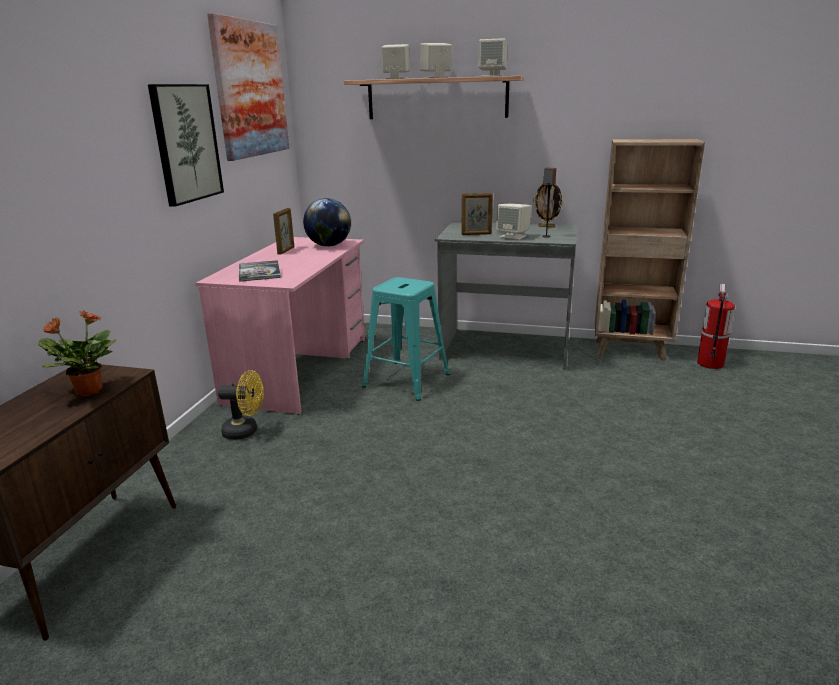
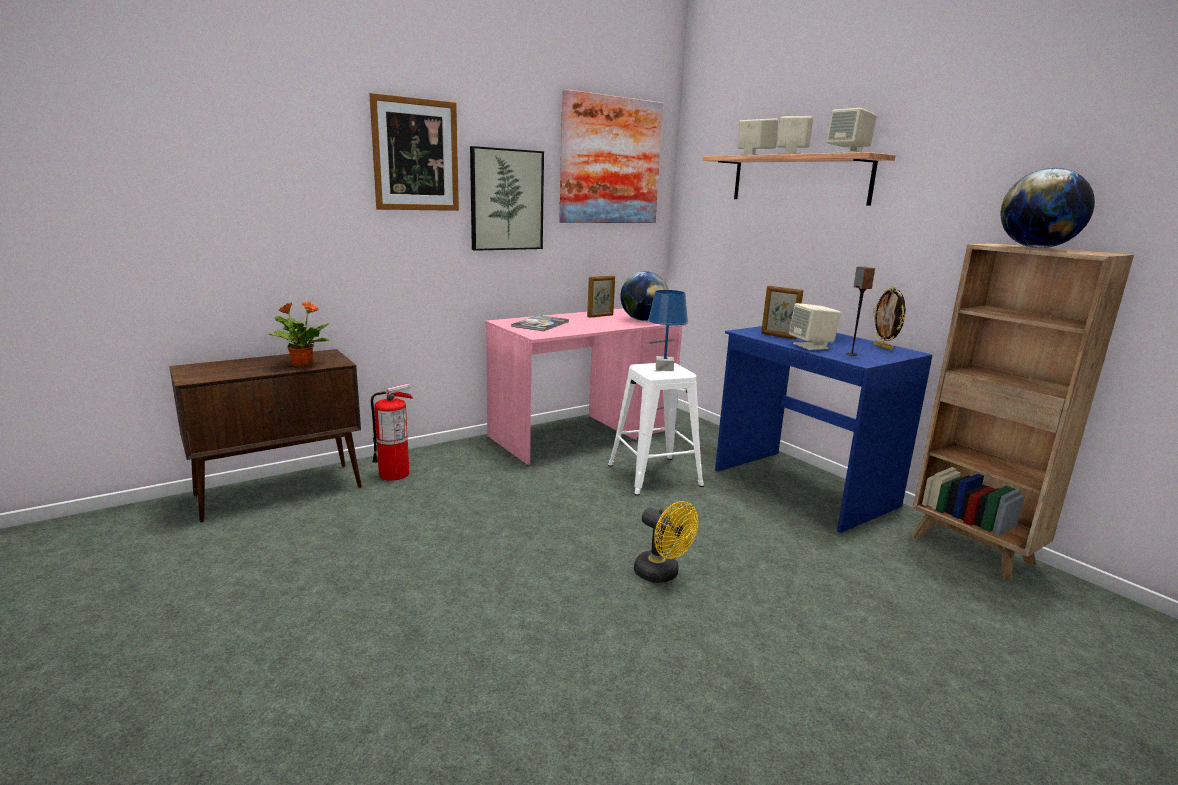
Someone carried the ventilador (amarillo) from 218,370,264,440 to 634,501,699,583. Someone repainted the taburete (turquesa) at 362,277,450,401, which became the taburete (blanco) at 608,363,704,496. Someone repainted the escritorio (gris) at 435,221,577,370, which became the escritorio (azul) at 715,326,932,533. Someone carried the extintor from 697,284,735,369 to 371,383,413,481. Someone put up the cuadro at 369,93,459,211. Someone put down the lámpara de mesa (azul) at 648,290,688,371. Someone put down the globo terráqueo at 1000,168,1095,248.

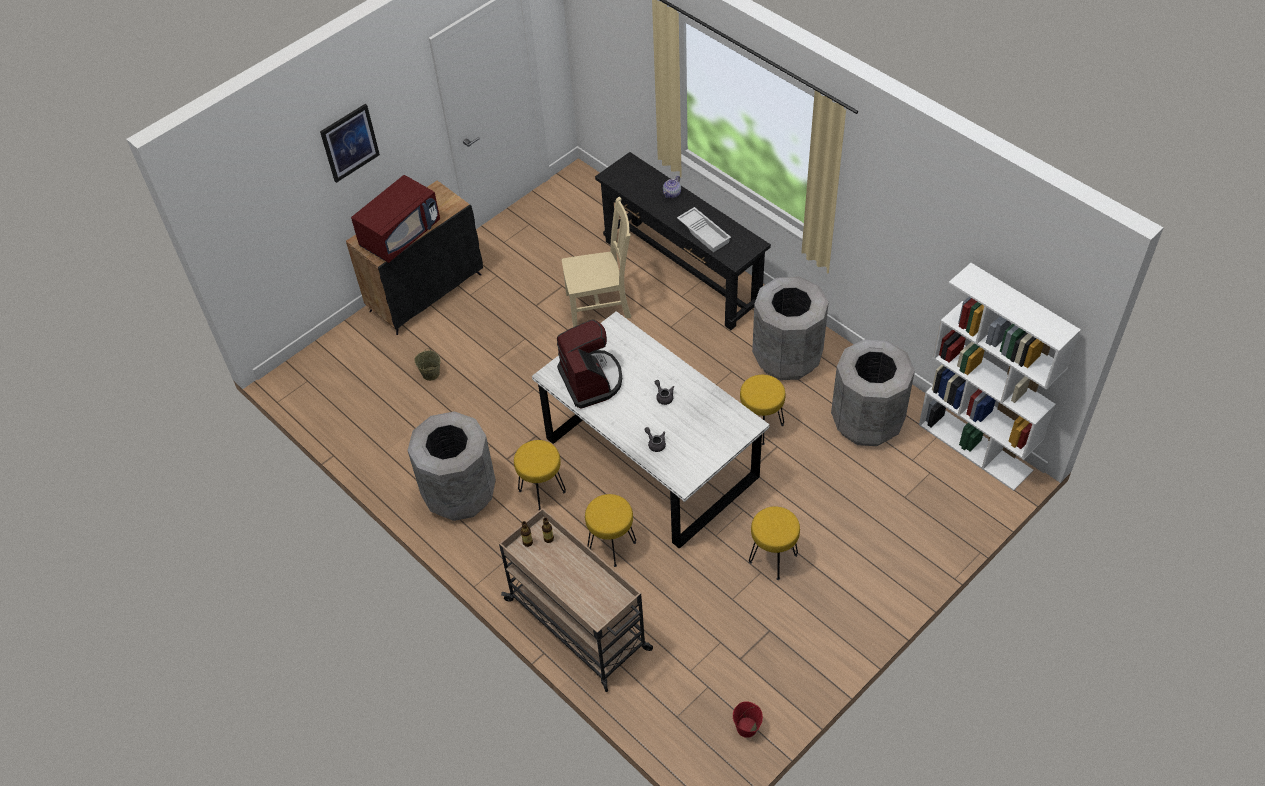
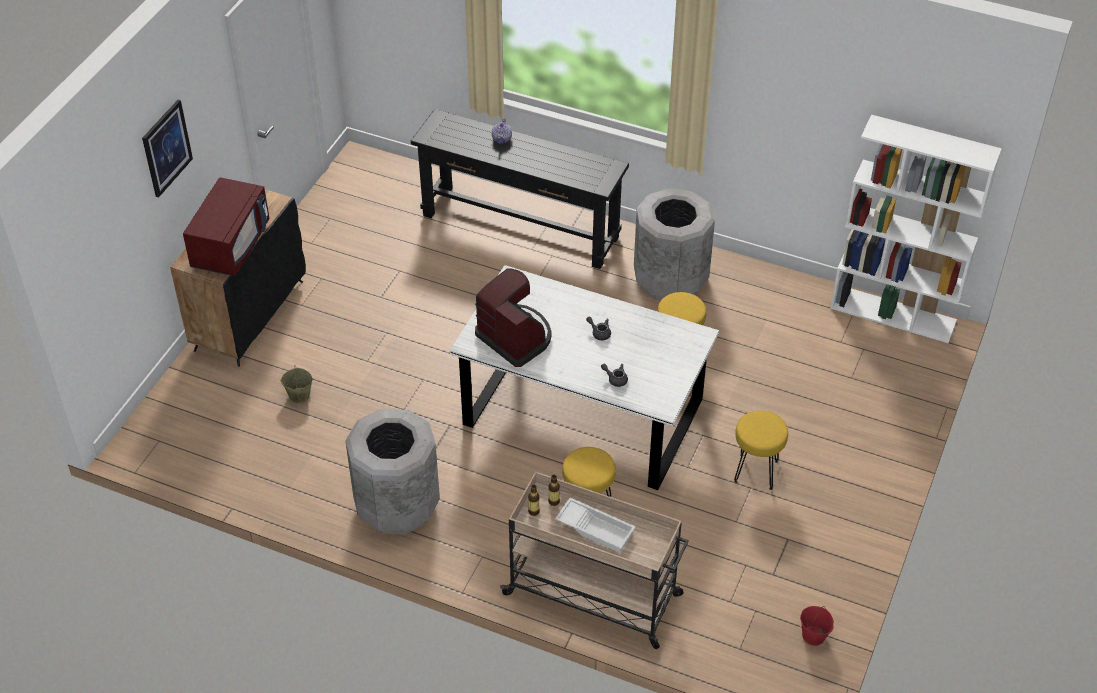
Someone took away the taburete (amarillo) at 514,440,566,511. Someone took away the silla (beis) at 562,197,631,327. Someone carried the bandeja (blanco) from 677,207,731,252 to 555,498,635,553. Someone took away the papelera (gris) at 831,340,915,446.

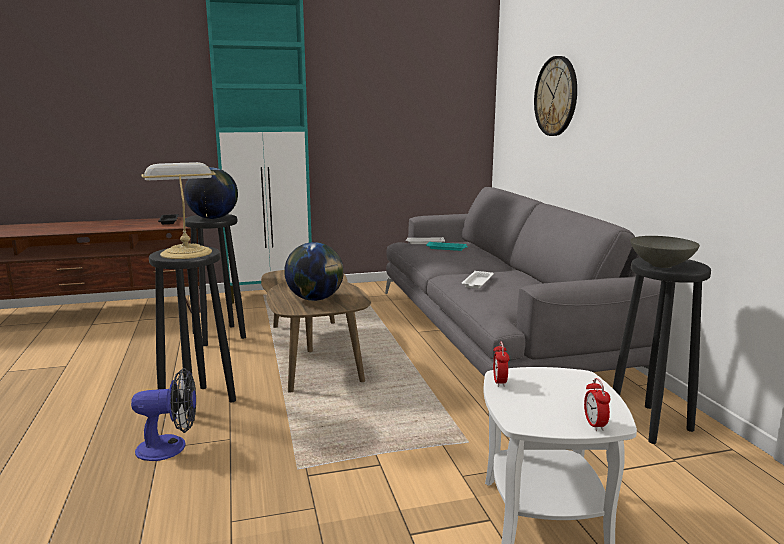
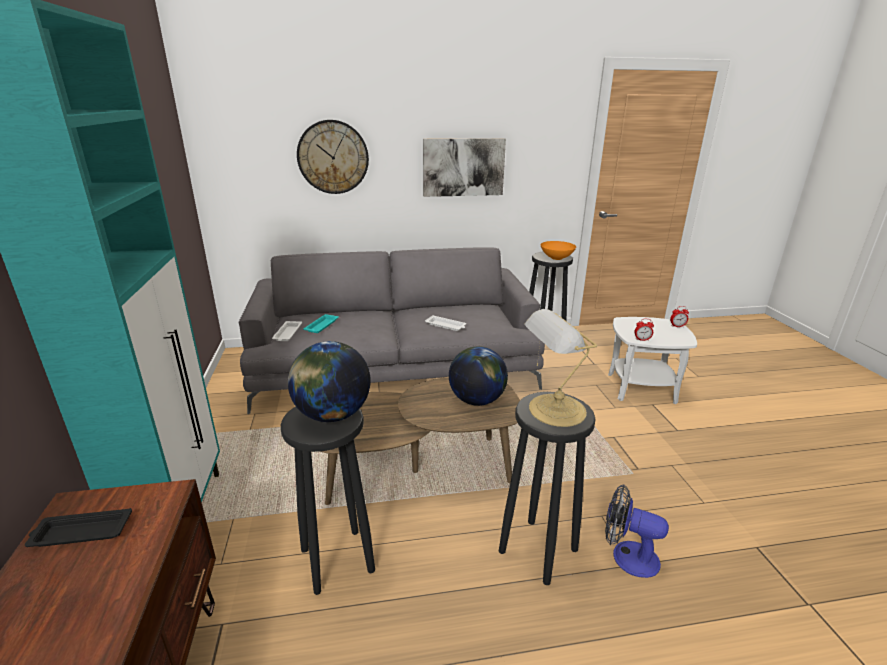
Someone rotated the ventilador at 131,368,196,461 by 60 degrees counterclockwise. Someone repainted the cuenco (gris) at 630,236,700,268, which became the cuenco (naranja) at 541,241,576,260. Someone put up the cuadro at 423,138,506,197.

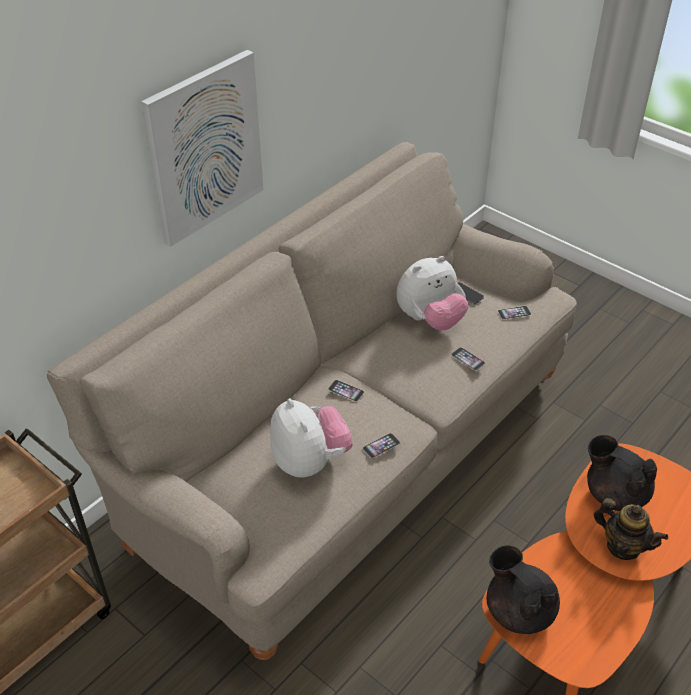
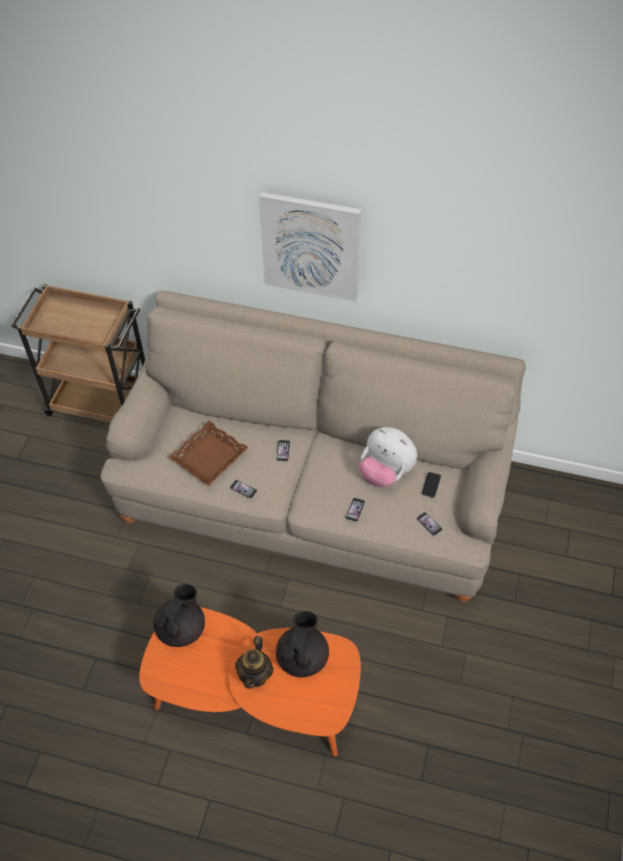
Someone swapped the peluche at 270,398,353,478 for the bandeja (marrón) at 169,421,249,486.

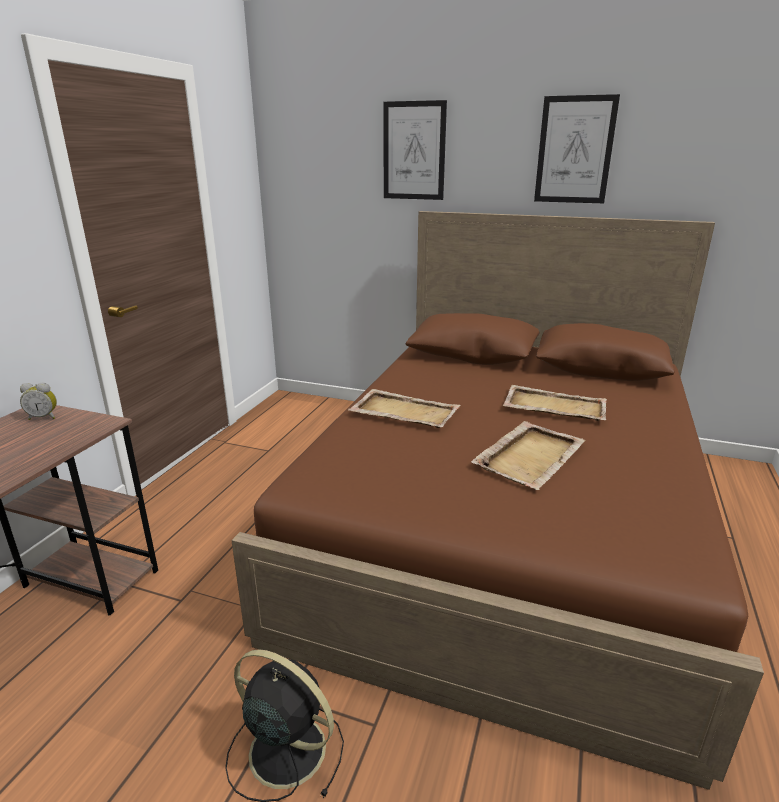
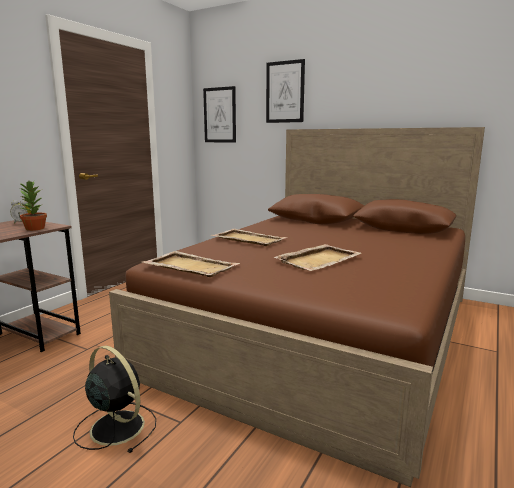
Someone carried the bandeja (beis) from 503,385,607,421 to 143,251,240,277. Someone carried the cuadro from 534,94,620,203 to 203,86,236,142. Someone put down the planta en maceta at 18,181,47,231.

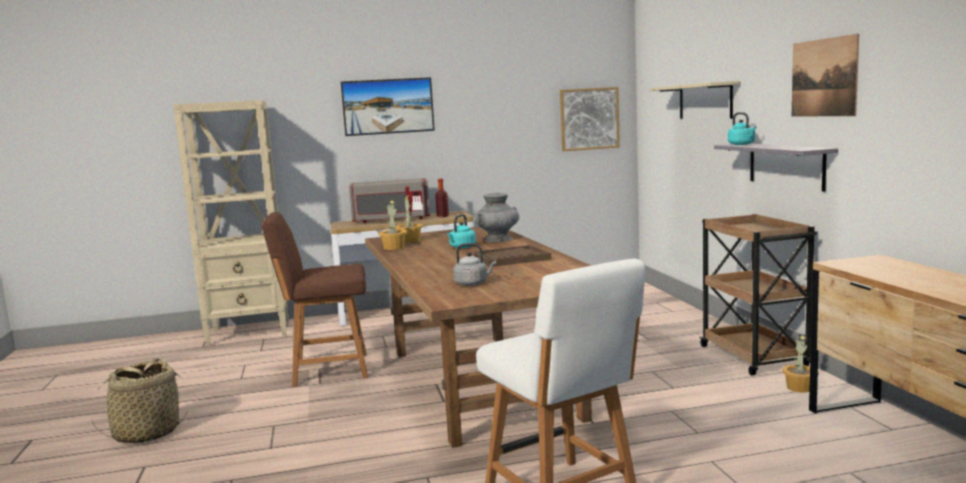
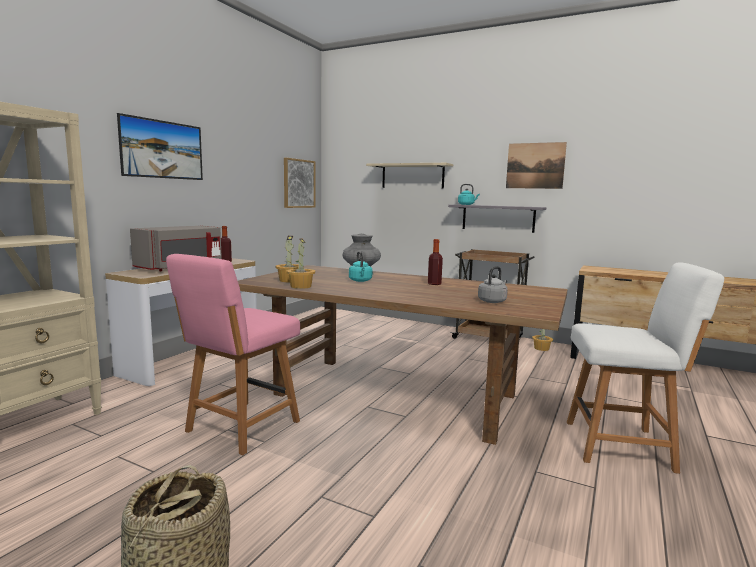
Someone repainted the silla (marrón) at 262,212,368,387, which became the silla (rosa) at 166,254,300,455. Someone swapped the bandeja (marrón) at 473,245,551,267 for the botella at 428,239,443,285.

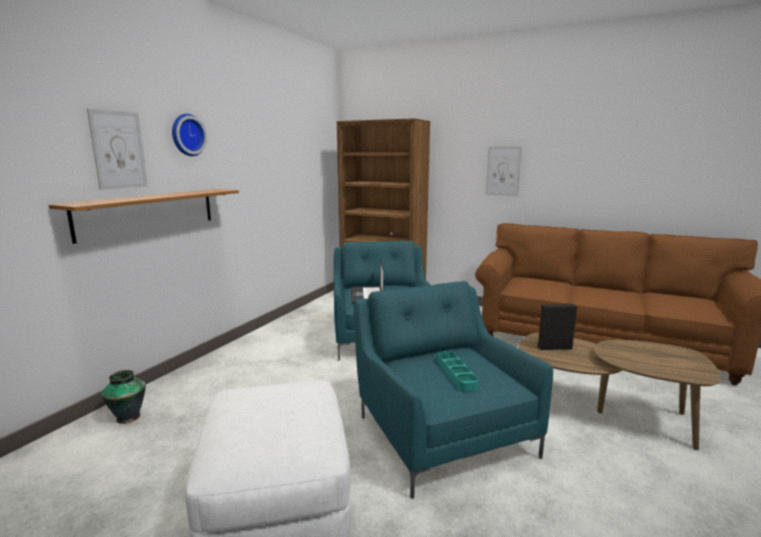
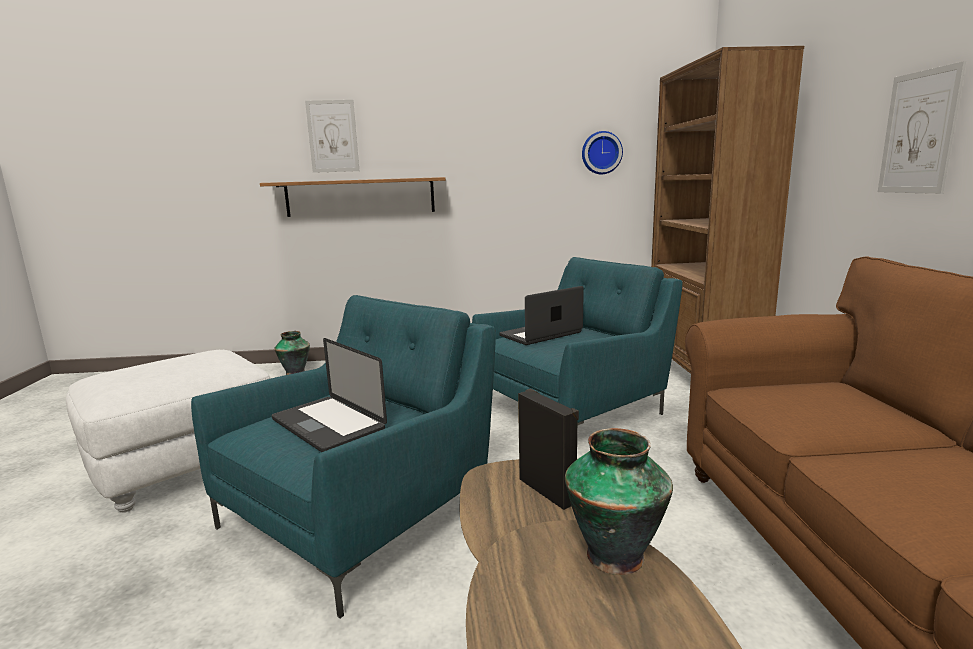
Someone carried the reloj de pared from 172,114,207,156 to 582,131,623,174. Someone swapped the bandeja (turquesa) at 437,351,479,392 for the portátil at 272,338,387,452. Someone put down the florero at 565,428,673,575.

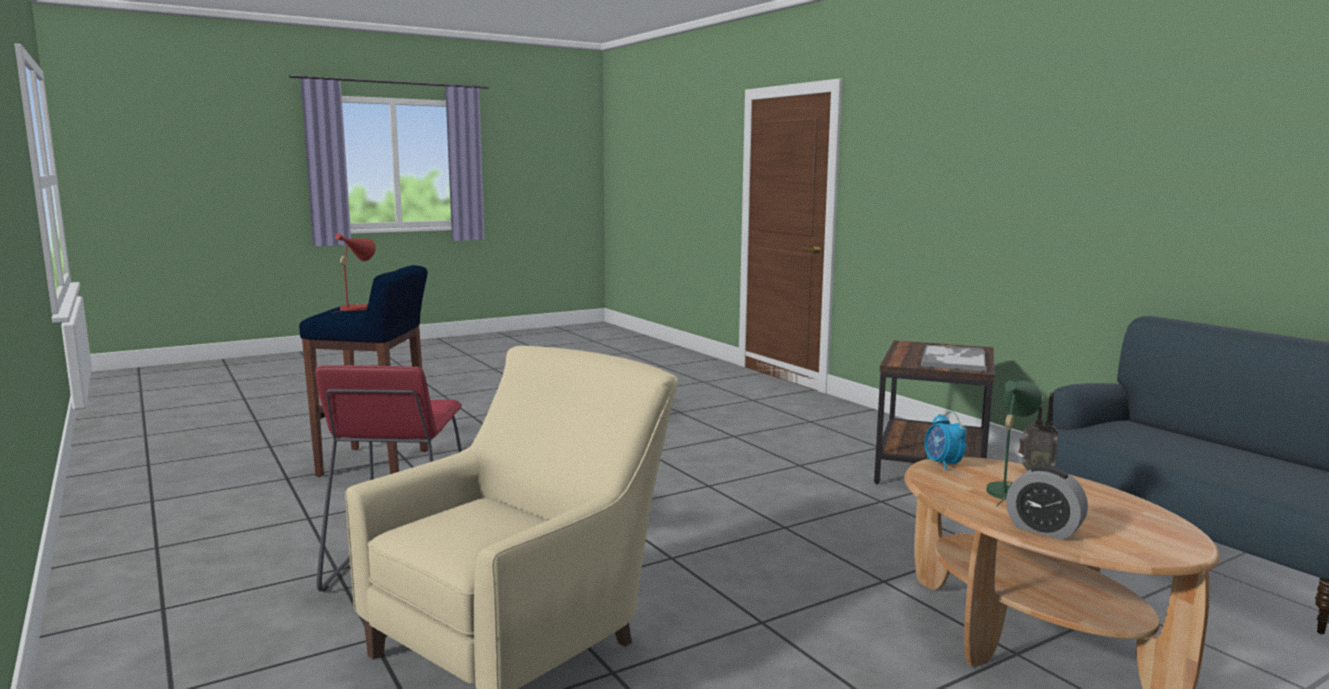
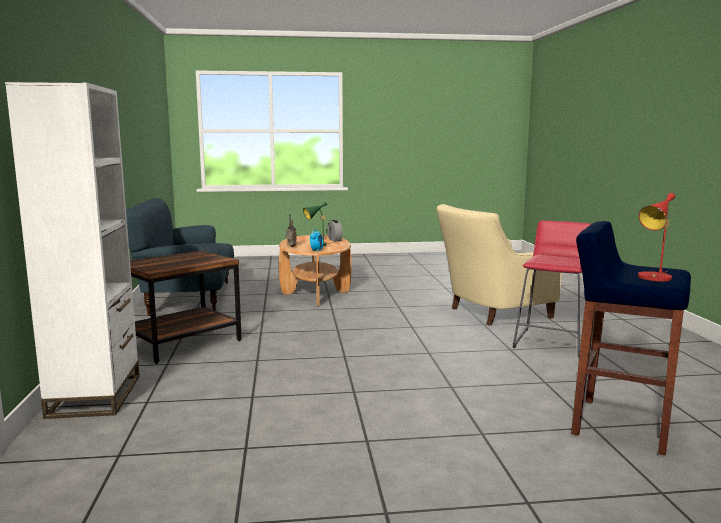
Someone took away the bandeja at 921,345,987,372. Someone put down the estantería (blanco) at 5,82,140,419.

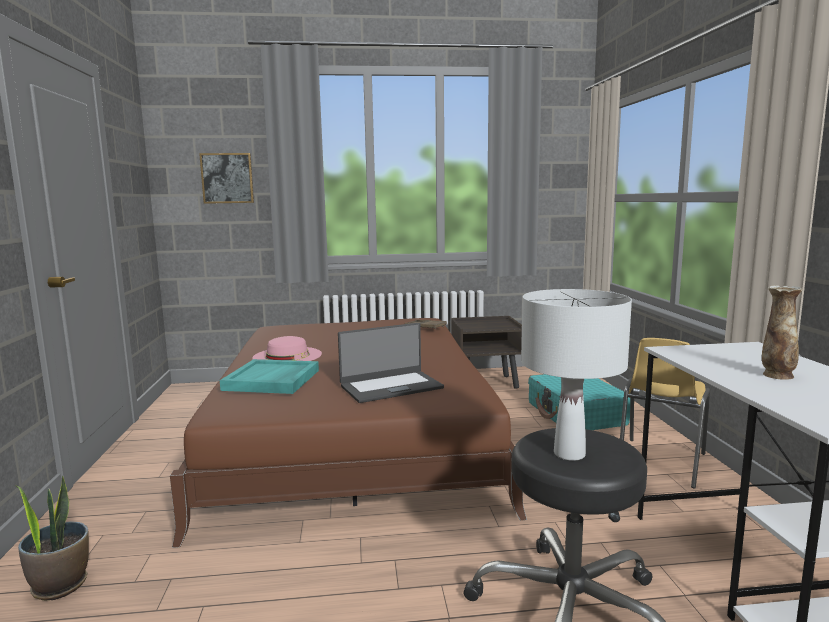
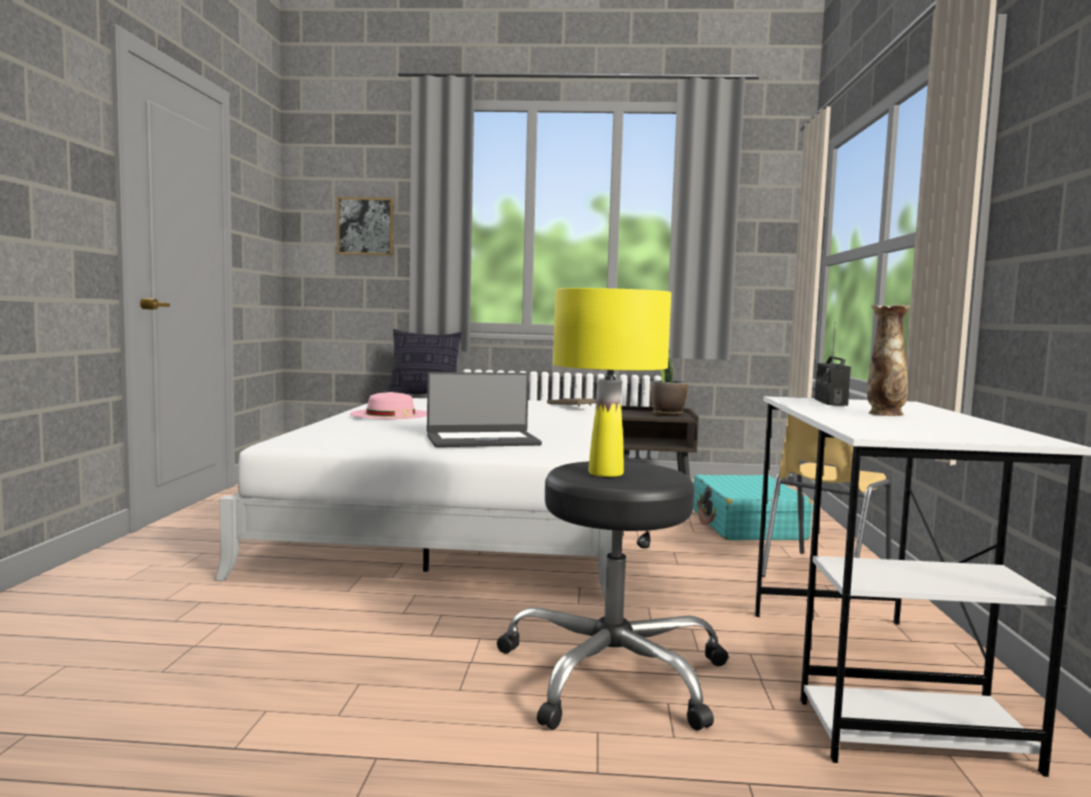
Someone carried the planta en maceta from 16,476,89,601 to 650,349,688,416. Someone repainted the cama (marrón) at 170,318,527,548, which became the cama (blanco) at 215,398,612,596. Someone took away the bandeja (turquesa) at 220,359,319,394. Someone repainted the lámpara de mesa (blanco) at 521,289,632,461, which became the lámpara de mesa (amarillo) at 553,288,671,477. Someone put down the cojín at 387,329,462,394. Someone put down the radio at 814,322,851,406.

